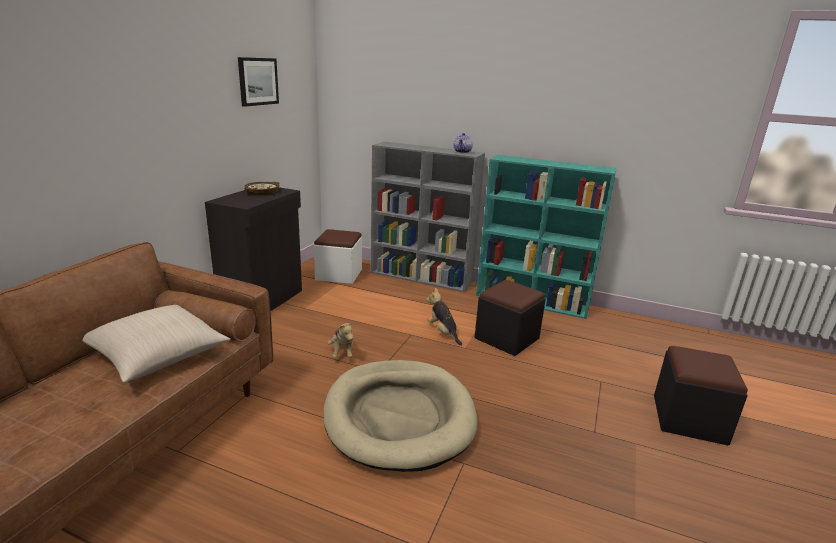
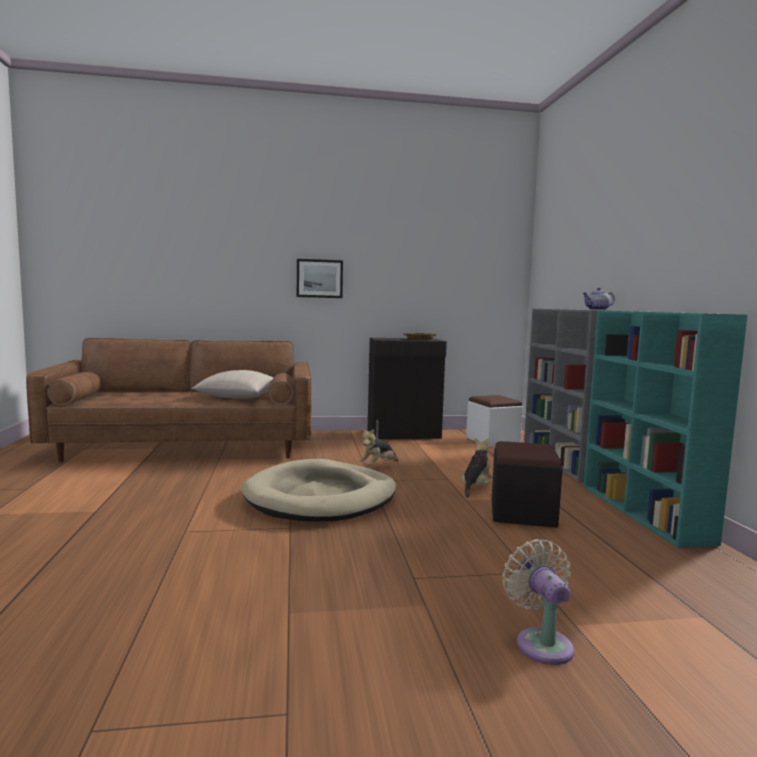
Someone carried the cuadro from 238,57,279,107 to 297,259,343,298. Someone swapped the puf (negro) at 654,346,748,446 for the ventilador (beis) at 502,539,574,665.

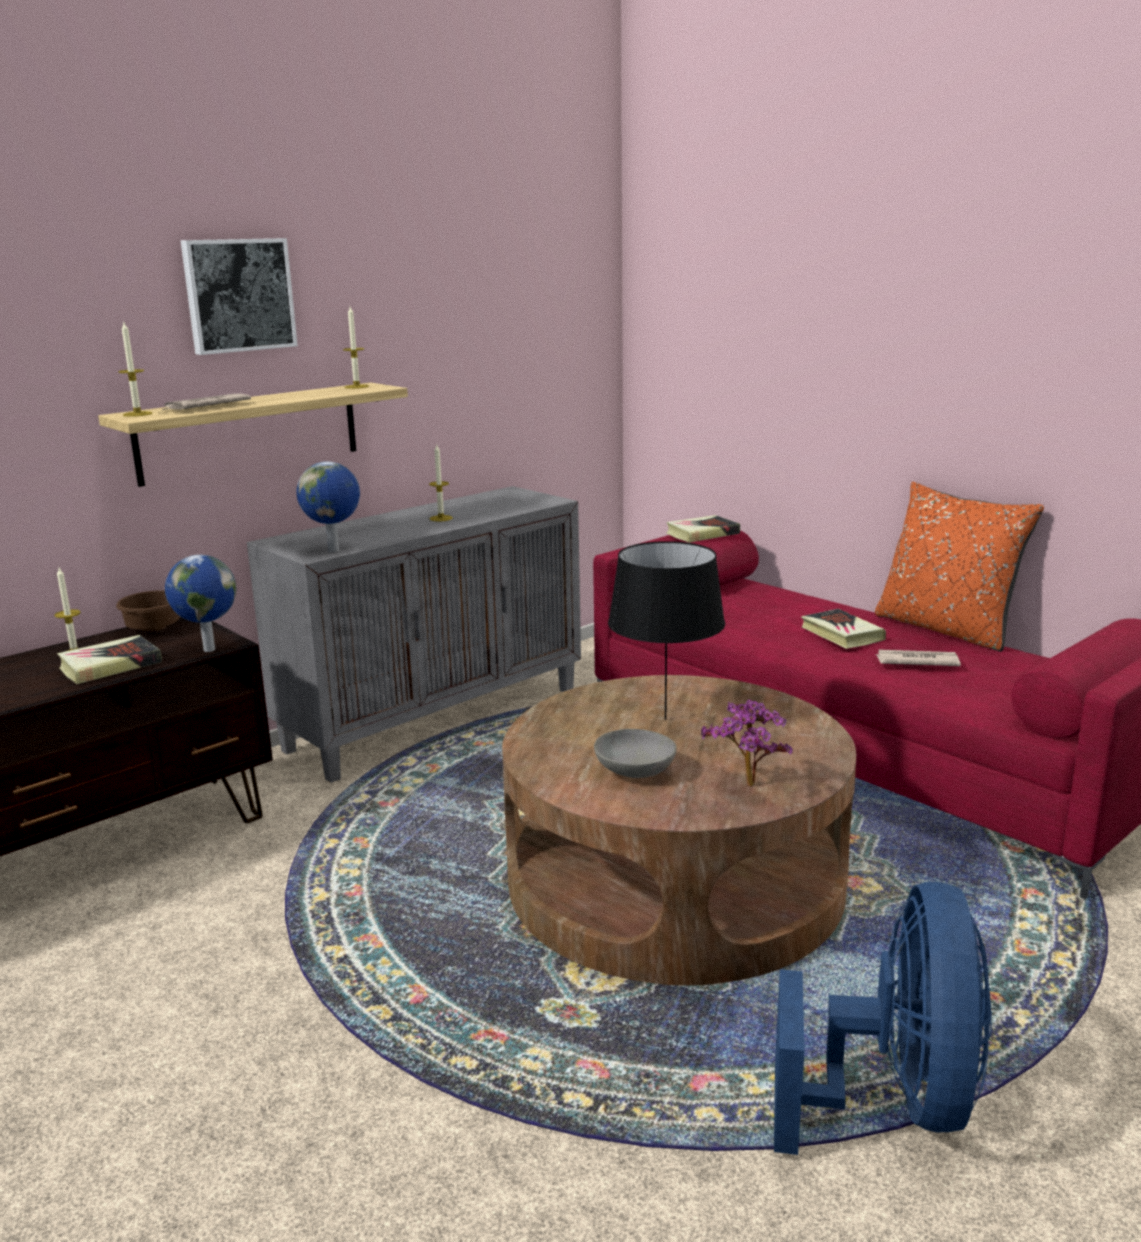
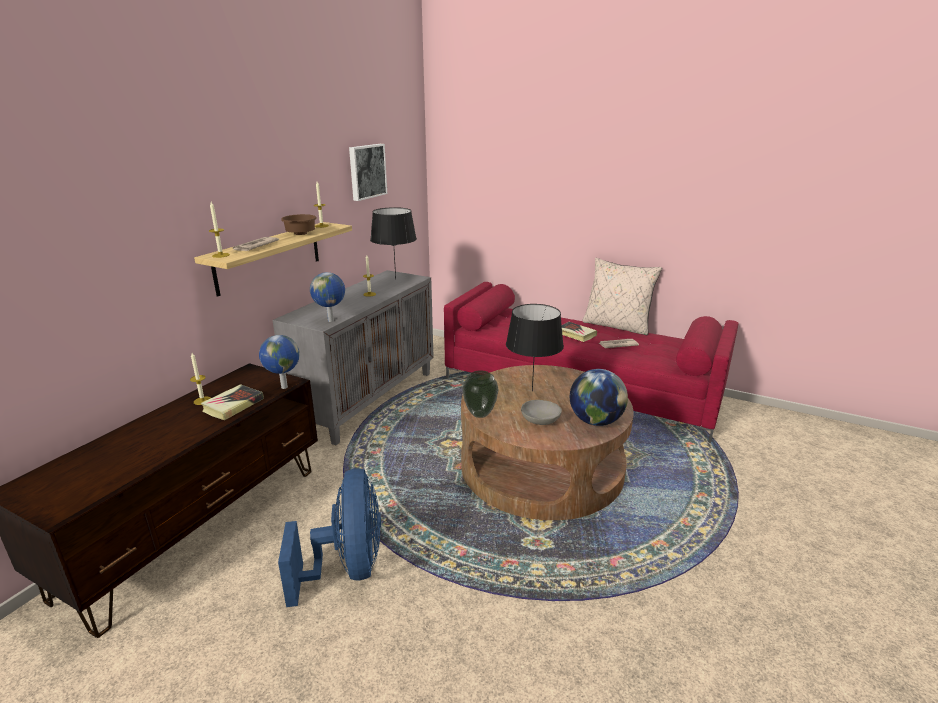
Someone carried the cuenco (marrón) from 116,590,180,632 to 281,214,317,235. Someone carried the cuadro from 181,238,298,355 to 349,144,387,201. Someone took away the libro at 666,515,740,543. Someone swapped the planta en maceta at 701,699,793,787 for the globo terráqueo at 570,369,628,426. Someone carried the ventilador (azul) from 774,881,992,1155 to 278,468,381,607. Someone repainted the cojín (naranja) at 875,482,1044,652, which became the cojín (beis) at 582,258,662,336. Someone put down the lámpara de mesa (negro) at 370,207,417,280. Someone put down the florero at 462,370,498,418.

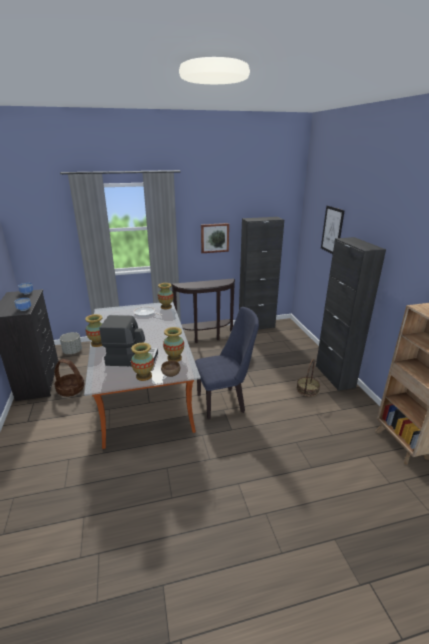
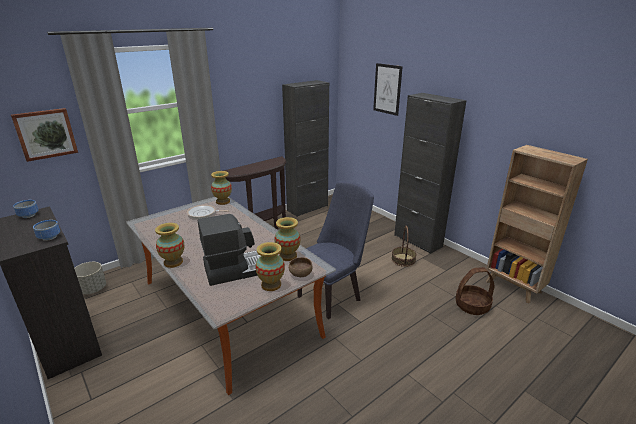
Someone carried the cesta from 55,359,84,397 to 455,267,494,315. Someone carried the cuadro from 201,223,229,253 to 11,108,78,162.

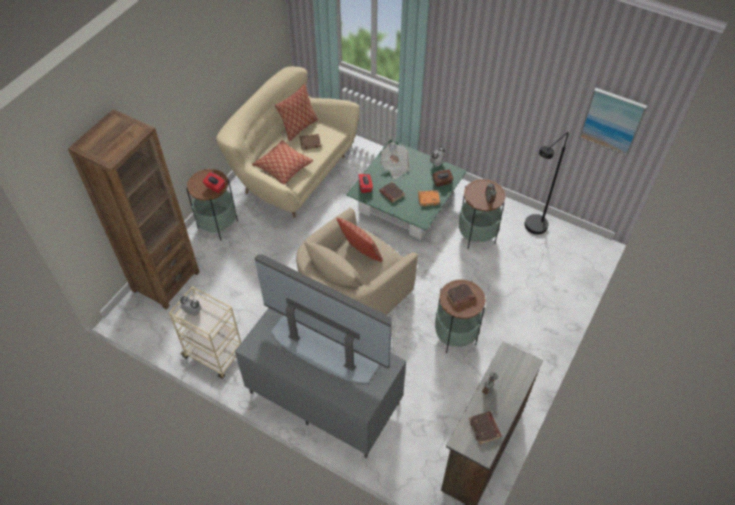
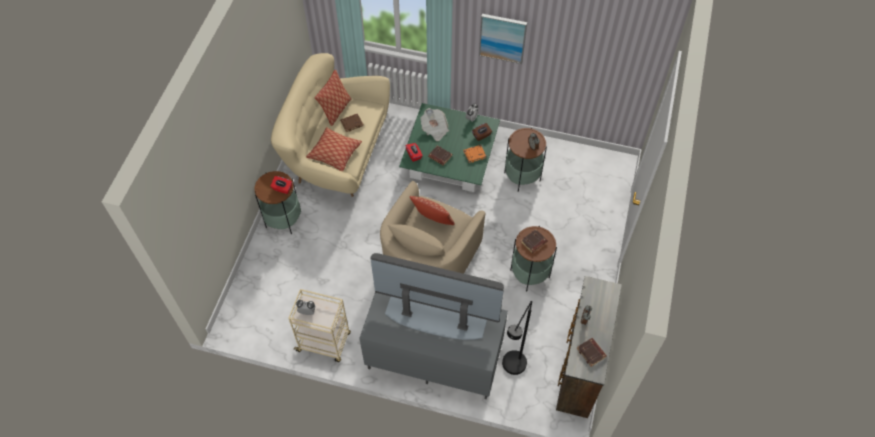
Someone took away the estantería (marrón) at 68,109,200,310. Someone carried the lámpara de pie (negro) from 525,132,569,235 to 502,301,532,375. Someone carried the cuadro from 579,88,647,156 to 479,14,527,64.

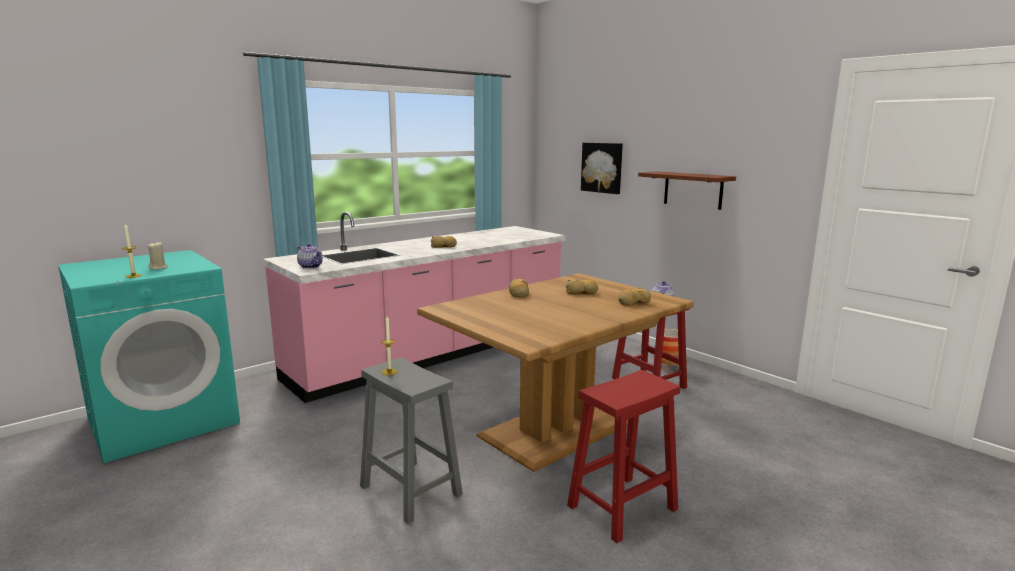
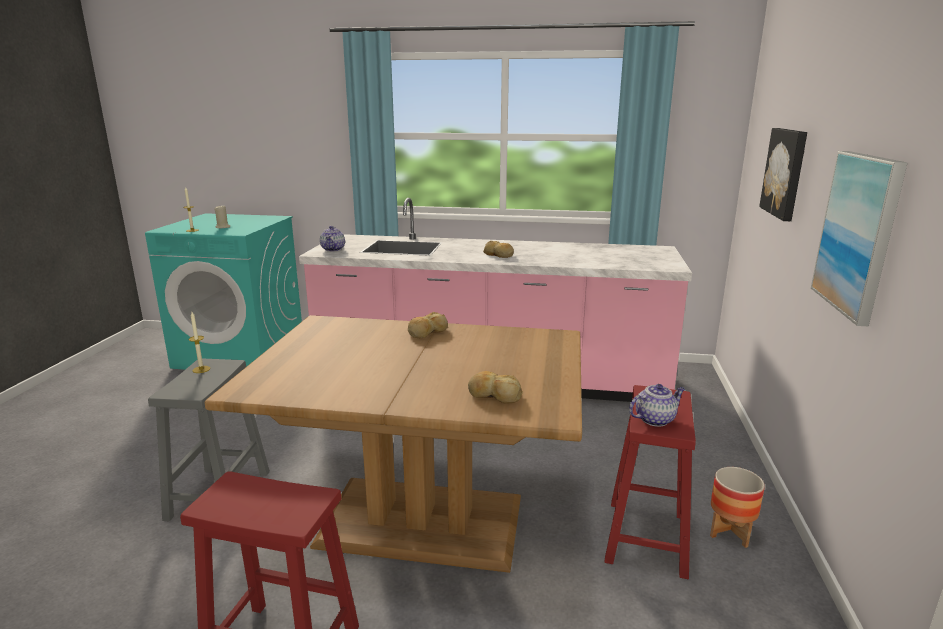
Someone took away the pan at 566,279,598,295. Someone swapped the estante (marrón) at 638,171,736,210 for the cuadro at 811,151,908,327.

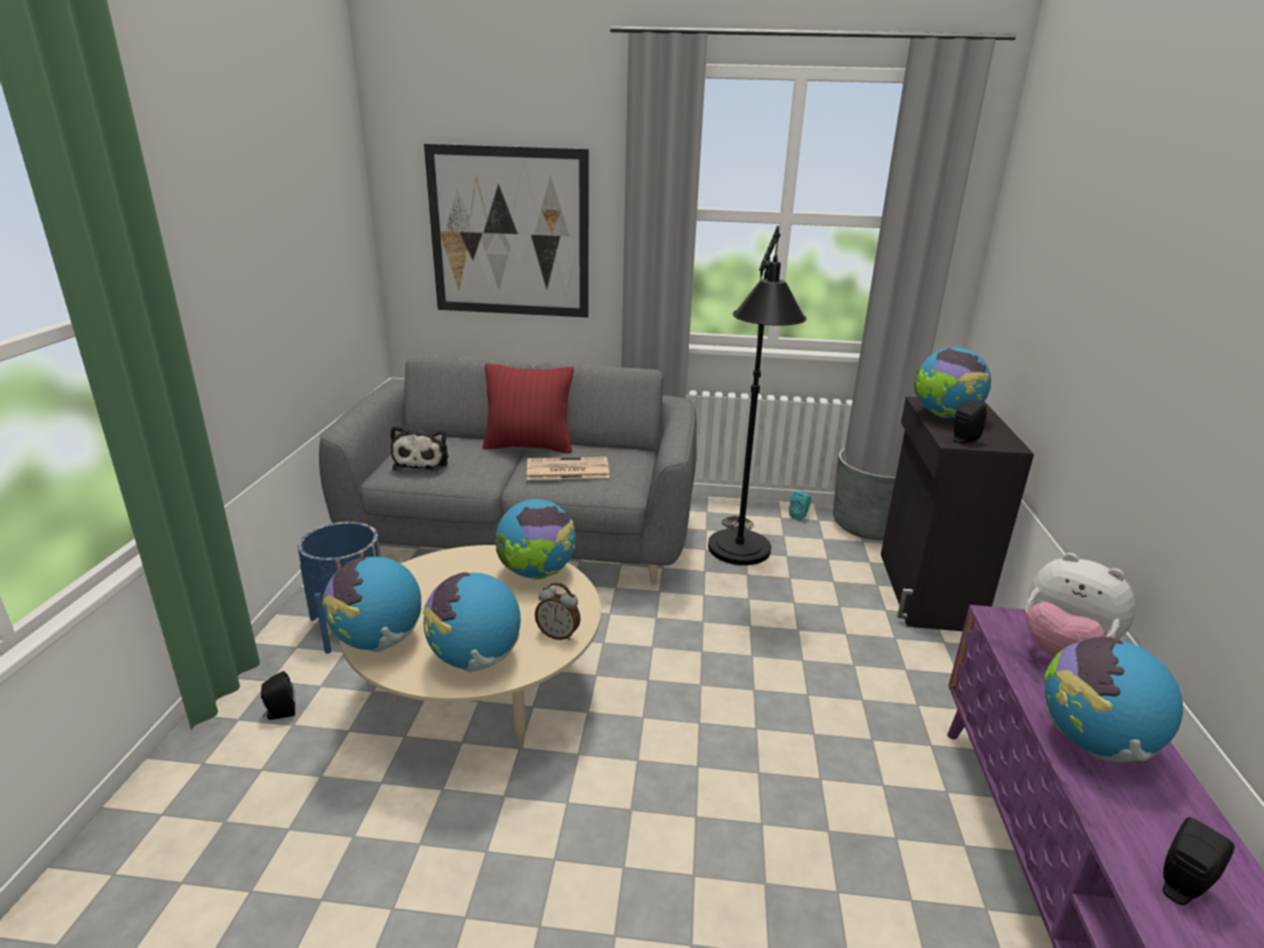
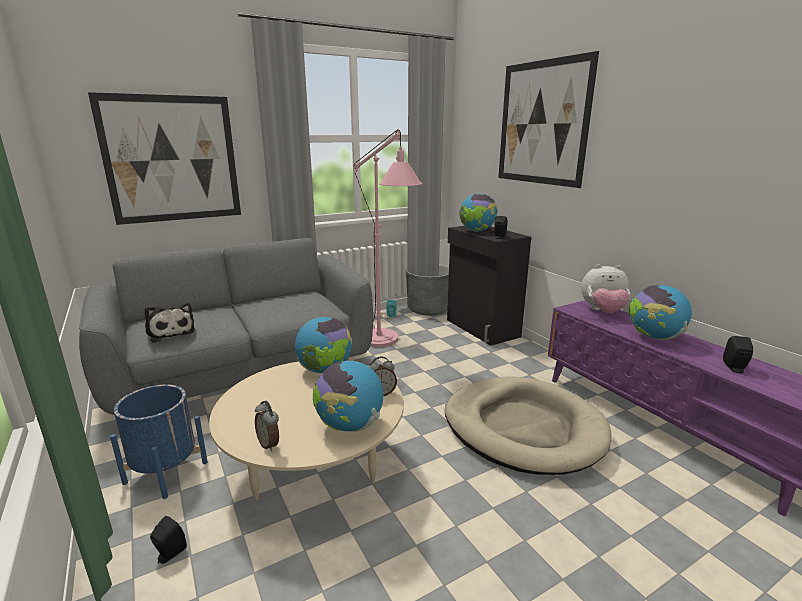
Someone swapped the globo terráqueo at 322,557,422,652 for the despertador at 255,401,279,451. Someone took away the cojín (rojo) at 483,363,574,453. Someone took away the periódico at 527,457,609,480. Someone repainted the lámpara de pie (negro) at 708,226,807,565, which became the lámpara de pie (rosa) at 353,129,422,347. Someone put down the cama para perro (beis) at 445,376,611,475. Someone put up the cuadro at 498,51,599,188.

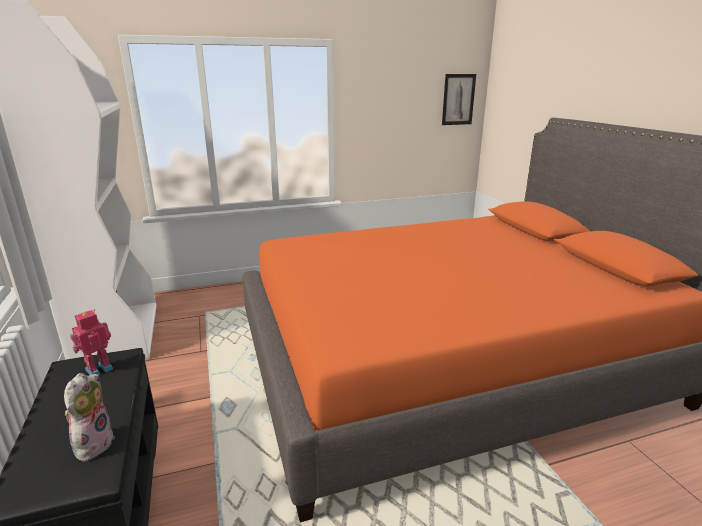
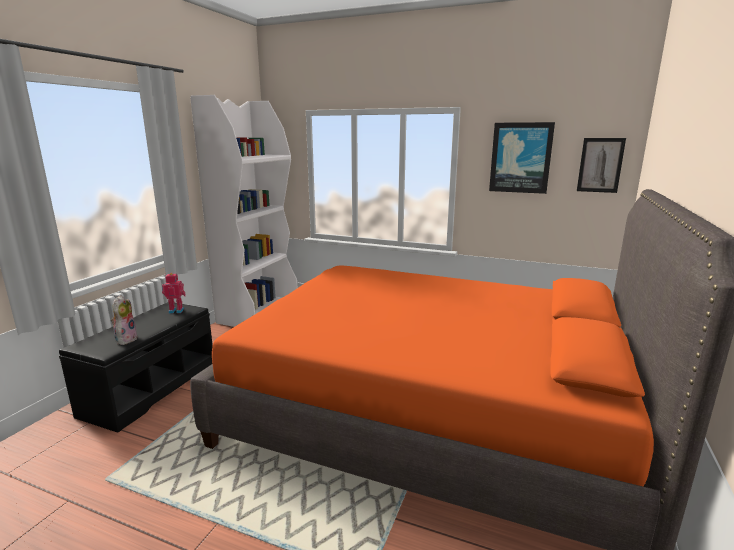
Someone rotated the peluche at 64,373,115,462 by 45 degrees counterclockwise. Someone put up the cuadro at 489,122,555,194.

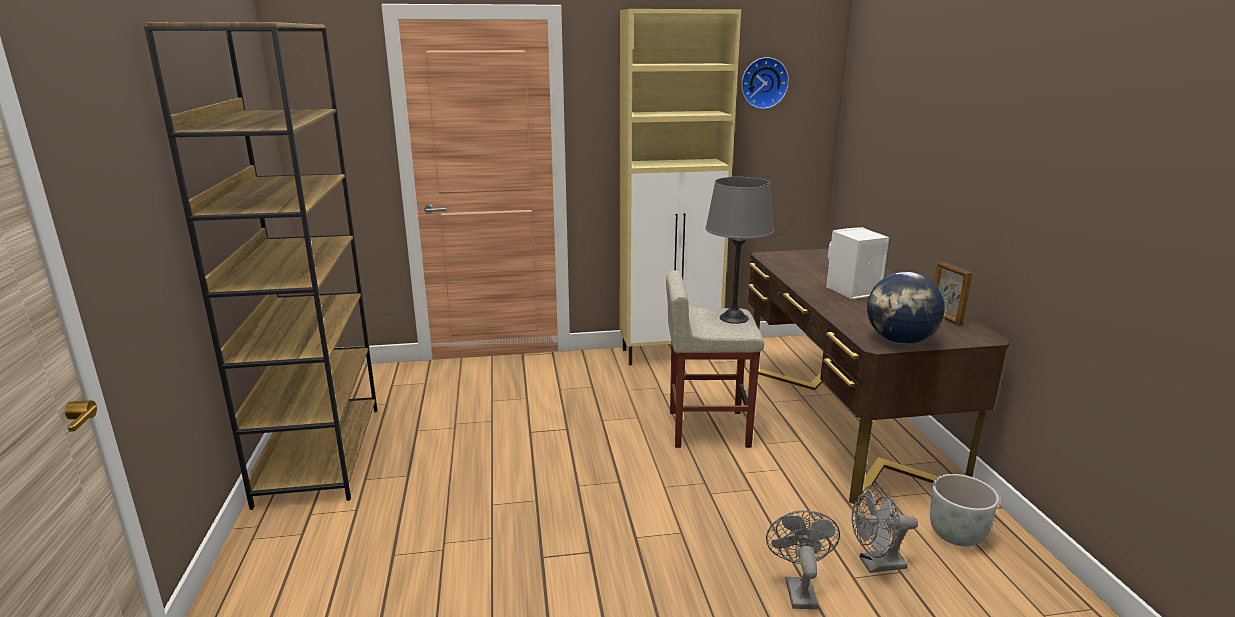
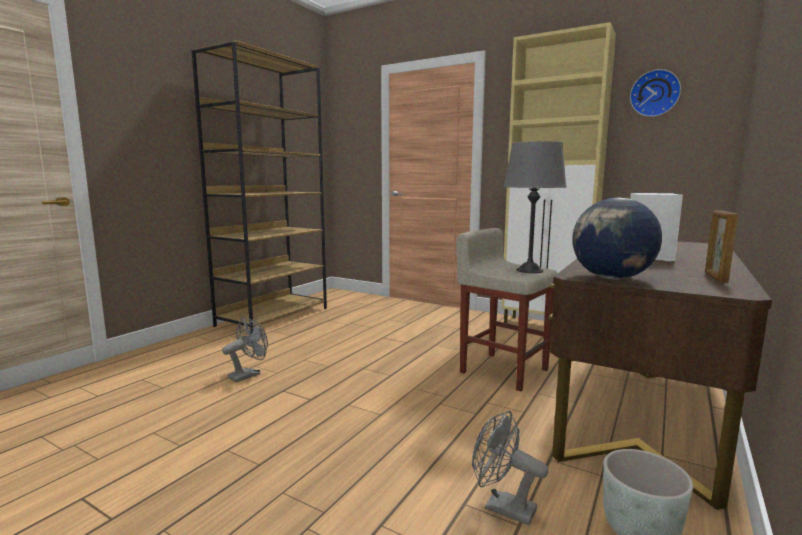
Someone carried the ventilador (gris) from 766,510,840,609 to 222,317,268,382.

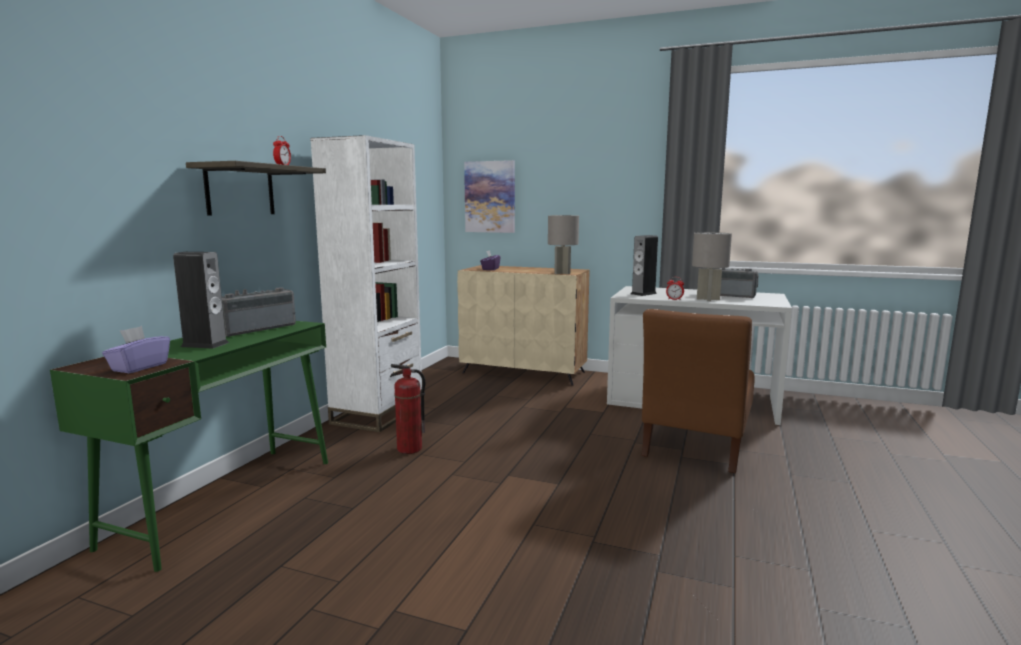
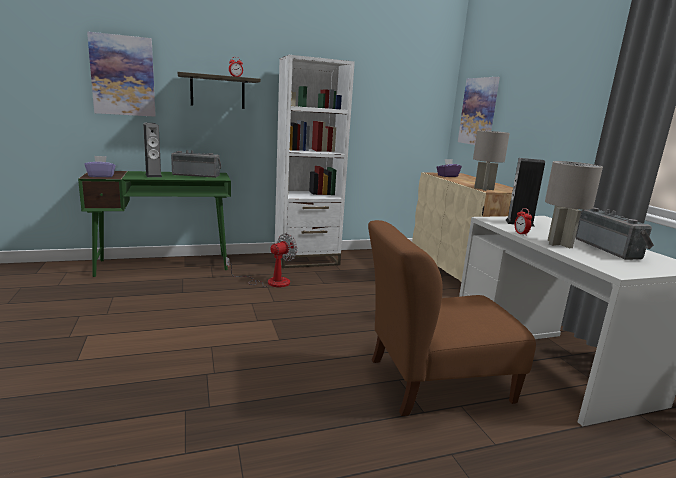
Someone swapped the extintor at 390,364,426,454 for the ventilador at 226,233,298,287. Someone put up the cuadro at 87,31,156,117.

